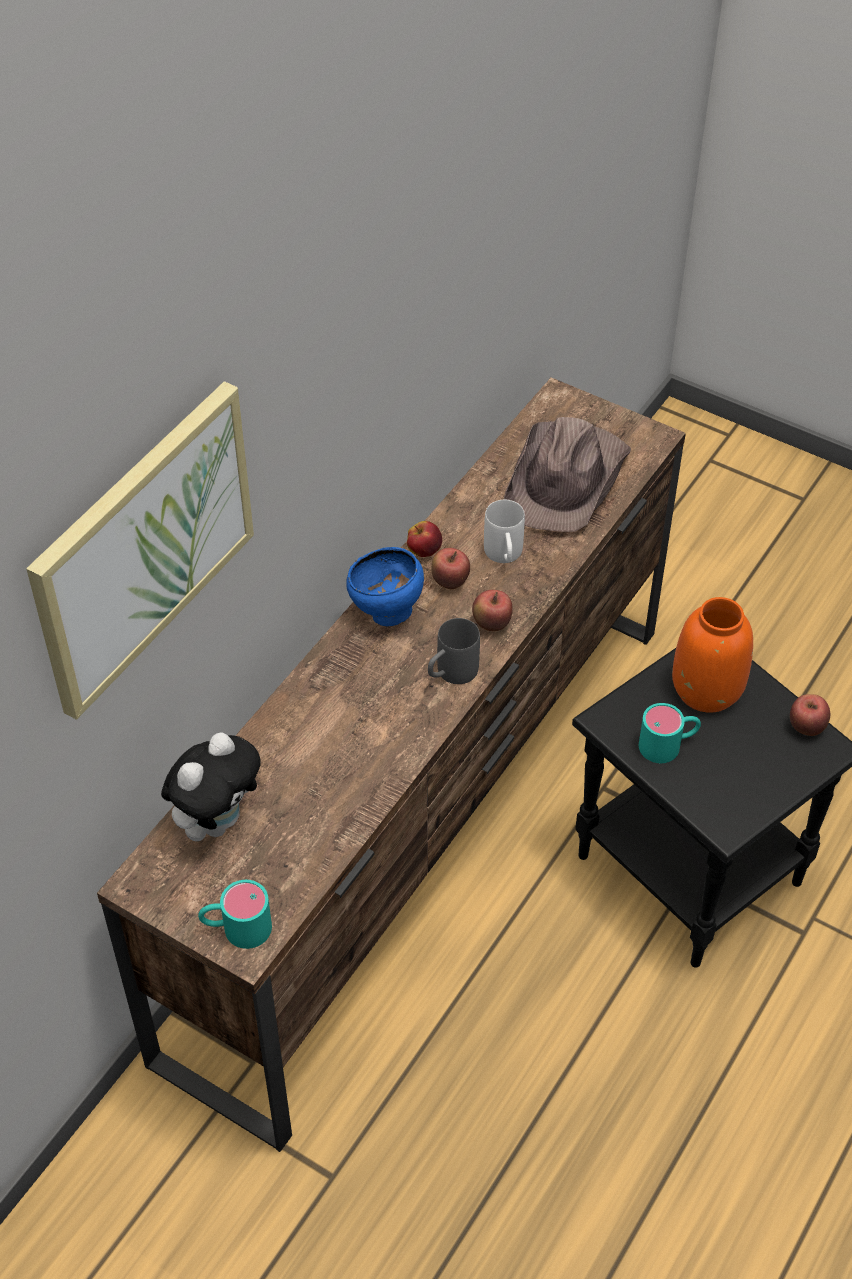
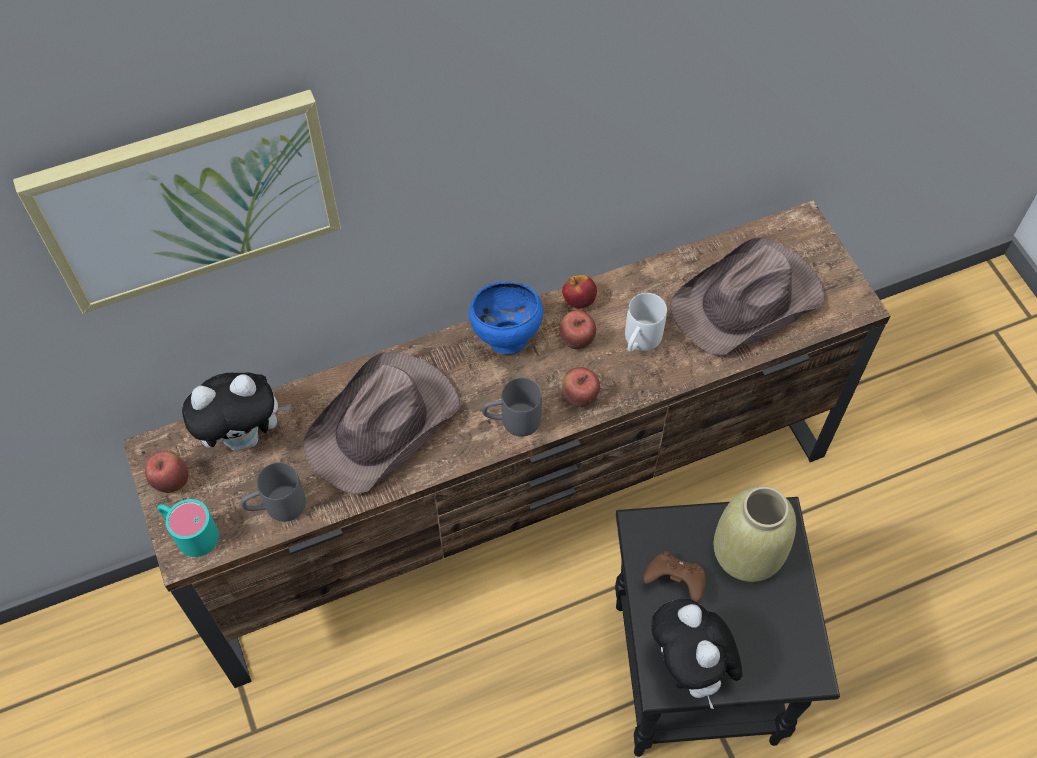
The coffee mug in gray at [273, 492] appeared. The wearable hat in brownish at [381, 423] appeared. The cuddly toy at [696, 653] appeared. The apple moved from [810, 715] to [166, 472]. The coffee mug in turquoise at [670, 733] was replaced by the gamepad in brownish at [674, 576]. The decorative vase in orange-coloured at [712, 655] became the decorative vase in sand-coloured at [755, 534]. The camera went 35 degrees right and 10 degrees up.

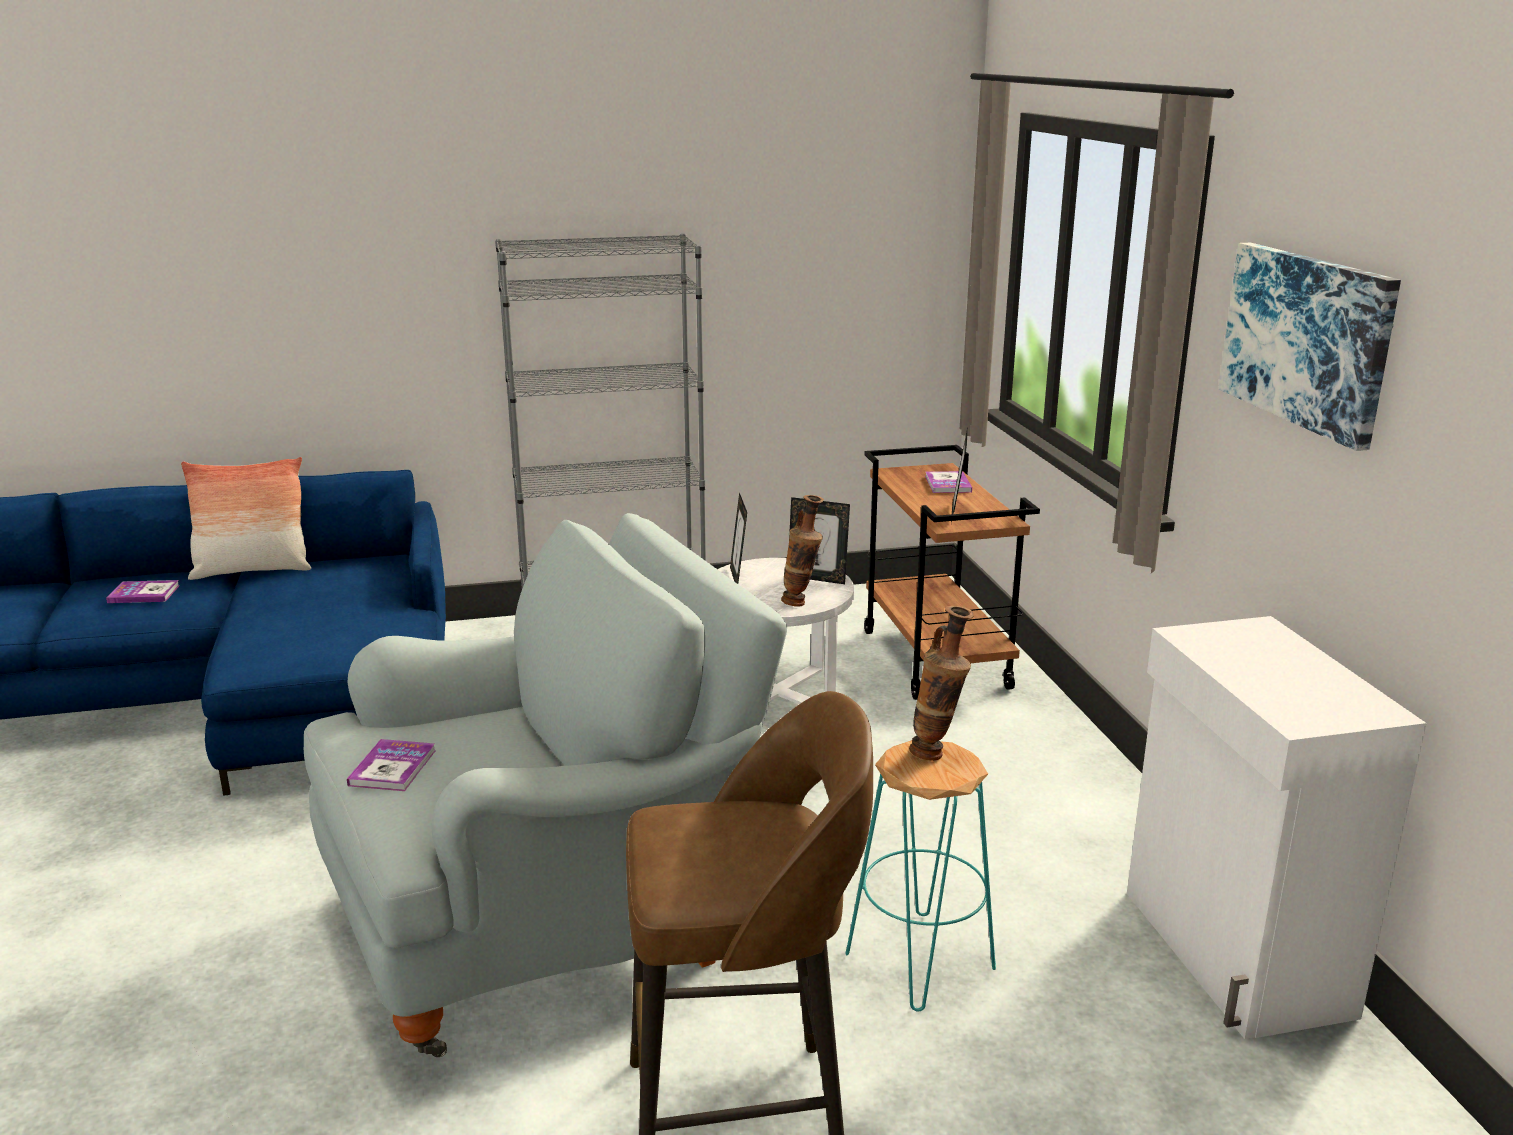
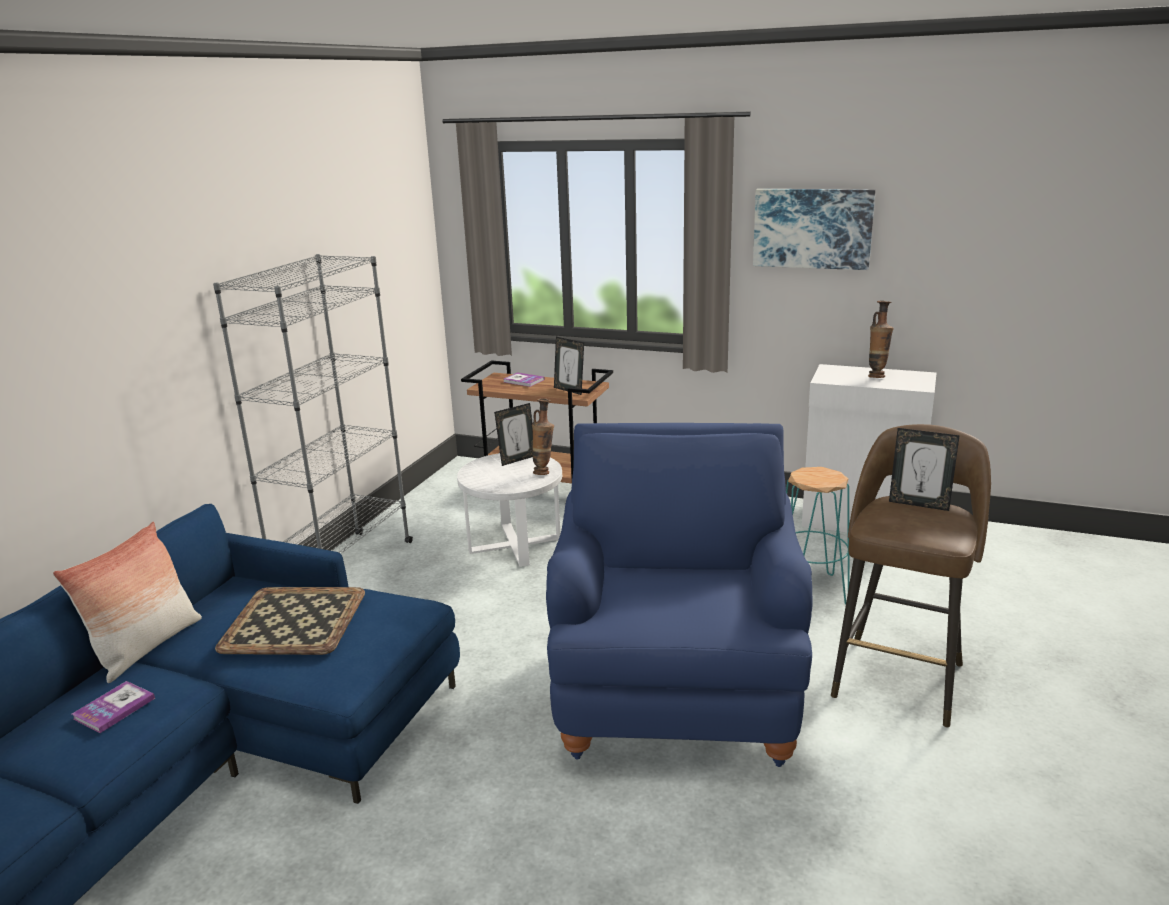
The volume at [391, 765] disappeared. The serving tray at [290, 621] appeared. The standing frame moved from [738, 538] to [924, 469]. The decorative vase moved from [941, 683] to [881, 339]. The lounge chair in gray at [545, 785] became the lounge chair in blue at [679, 595]. The camera went 55 degrees left and 0 degrees up.

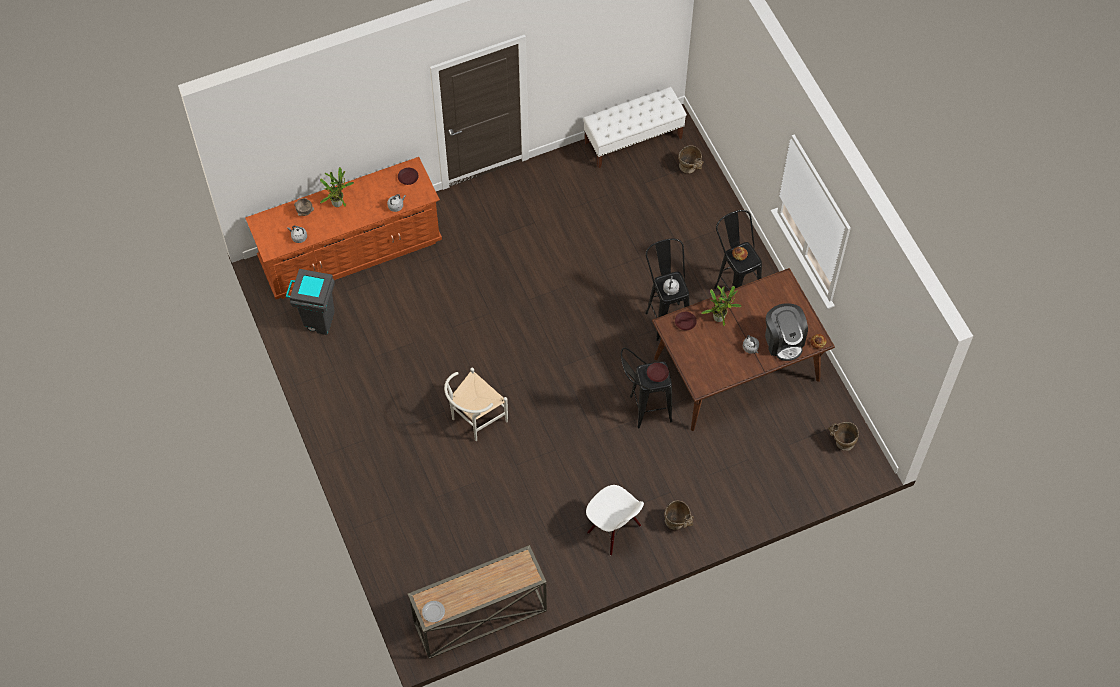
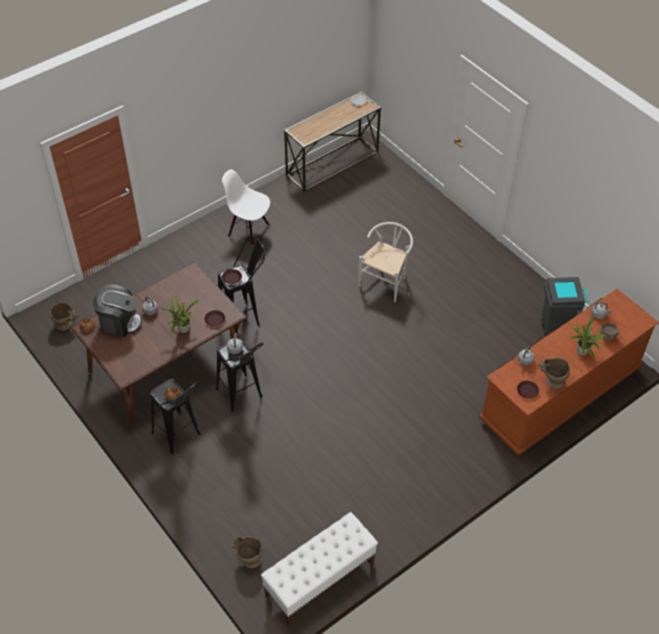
The decorative vase in sand-coloured moved from [678, 515] to [554, 373]. The coffee machine at [786, 332] turned 135 degrees clockwise. The camera went 165 degrees right and 10 degrees down.

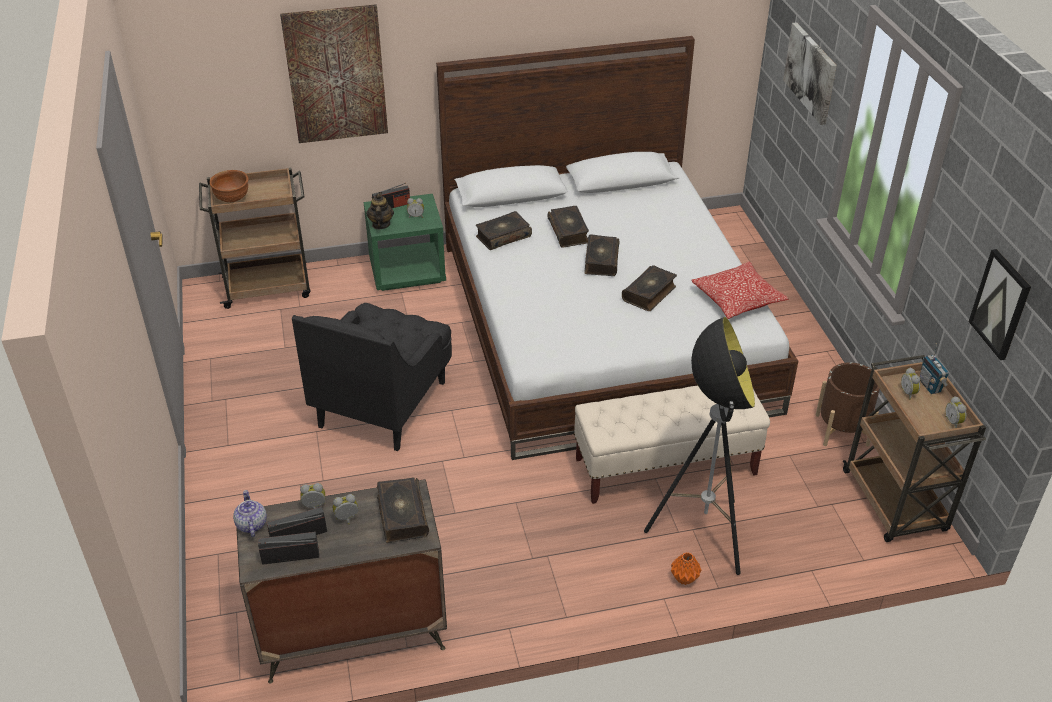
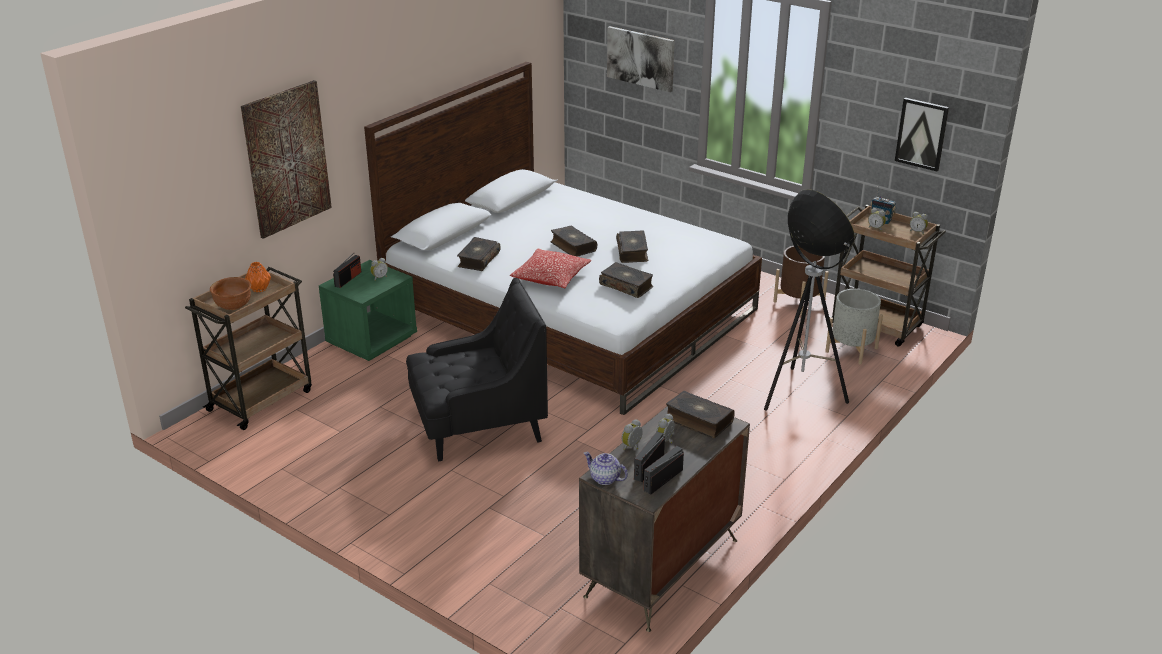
The tea pot at [380, 210] disappeared. The long seat in sand-coloured at [672, 445] disappeared. The flower pot in gray at [854, 327] appeared. The volume moved from [568, 226] to [626, 280]. The decorative vase in orange-coloured moved from [686, 568] to [258, 277]. The pillow moved from [740, 290] to [550, 268]. The lounge chair in black-coloured at [372, 377] turned 90 degrees counterclockwise. The camera went 40 degrees left and 10 degrees down.

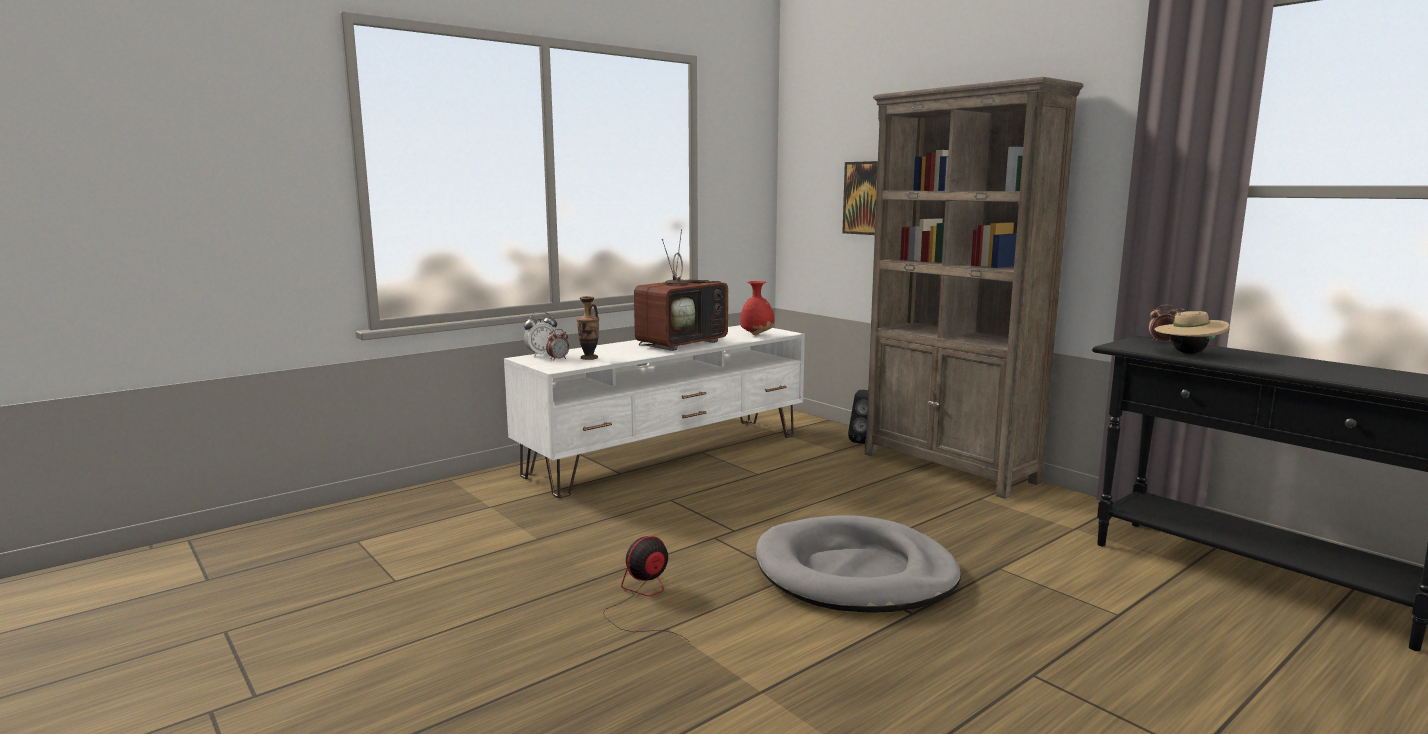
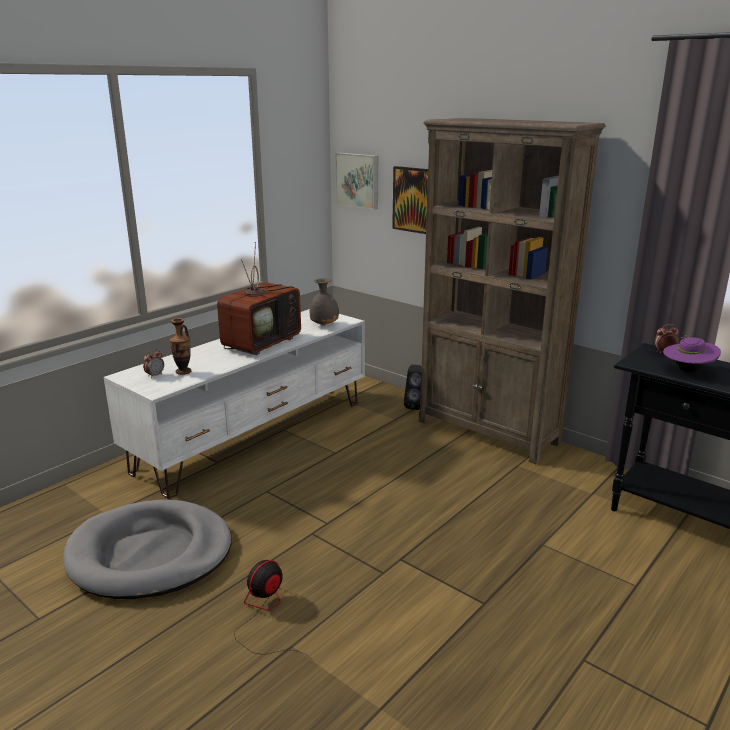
The table clock at [541, 334] disappeared. The picture at [356, 181] appeared. The dog bed in gray moved from [858, 564] to [147, 549]. The decorative vase in red at [757, 308] became the decorative vase in gray at [324, 302]. The wearable hat in sand-coloured at [1191, 331] became the wearable hat in purple at [692, 353]. The camera went 10 degrees left and 10 degrees up.

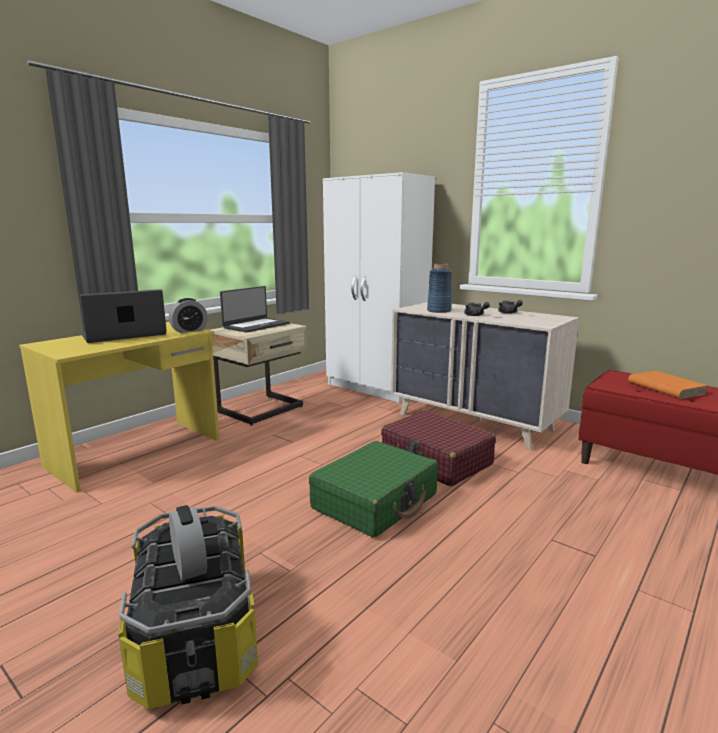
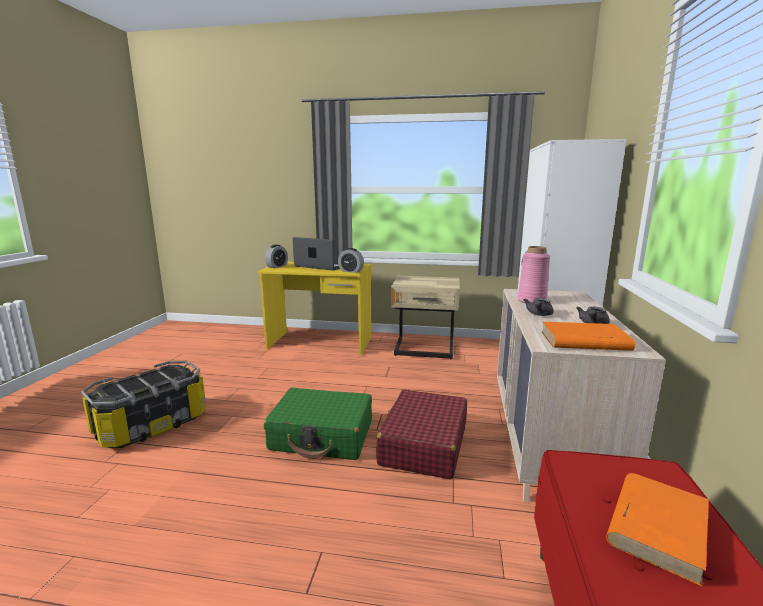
The notebook computer at [255, 309] disappeared. The volume in orange-coloured at [588, 336] appeared. The table clock moved from [188, 543] to [276, 256]. The decorative vase in blue at [439, 288] became the decorative vase in pinkish at [534, 274]. The camera went 60 degrees right and 0 degrees up.

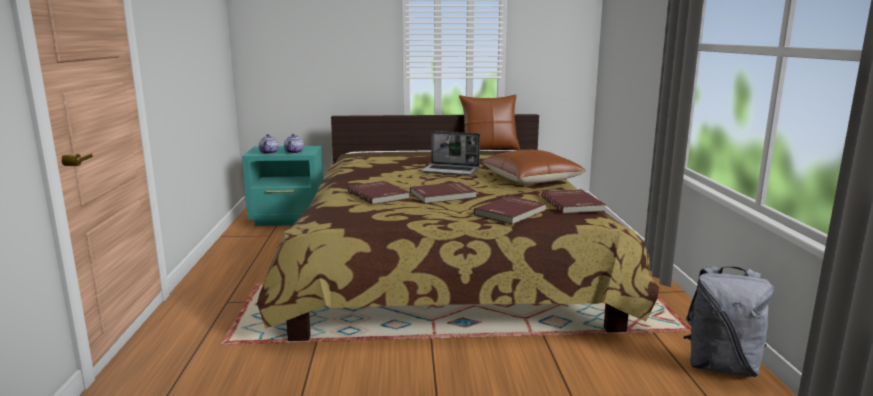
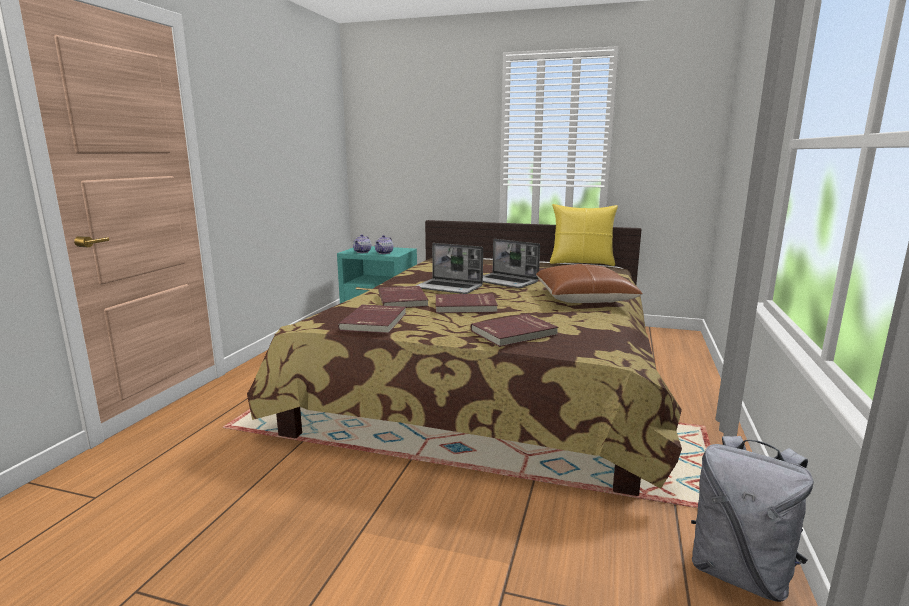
The notebook computer at [449, 268] appeared. The volume in red moved from [573, 201] to [372, 319]. The pillow in brownish at [489, 122] became the pillow in yellowish at [584, 235]. The camera went 20 degrees right and 0 degrees up.

